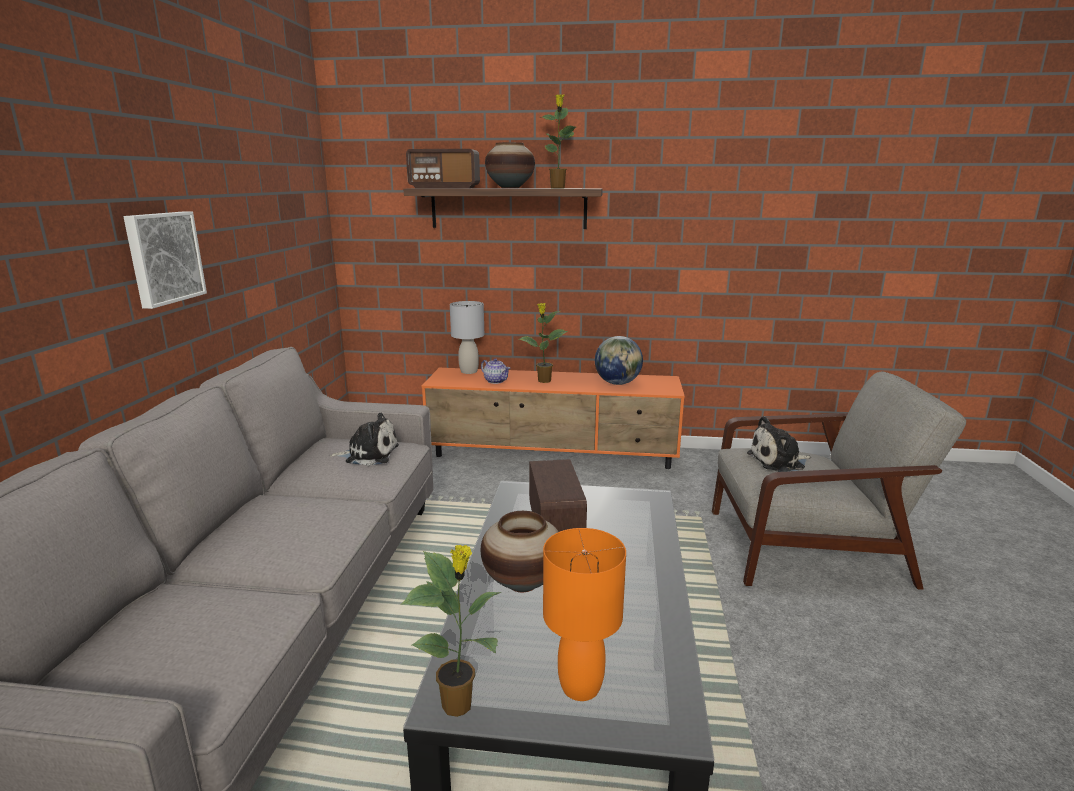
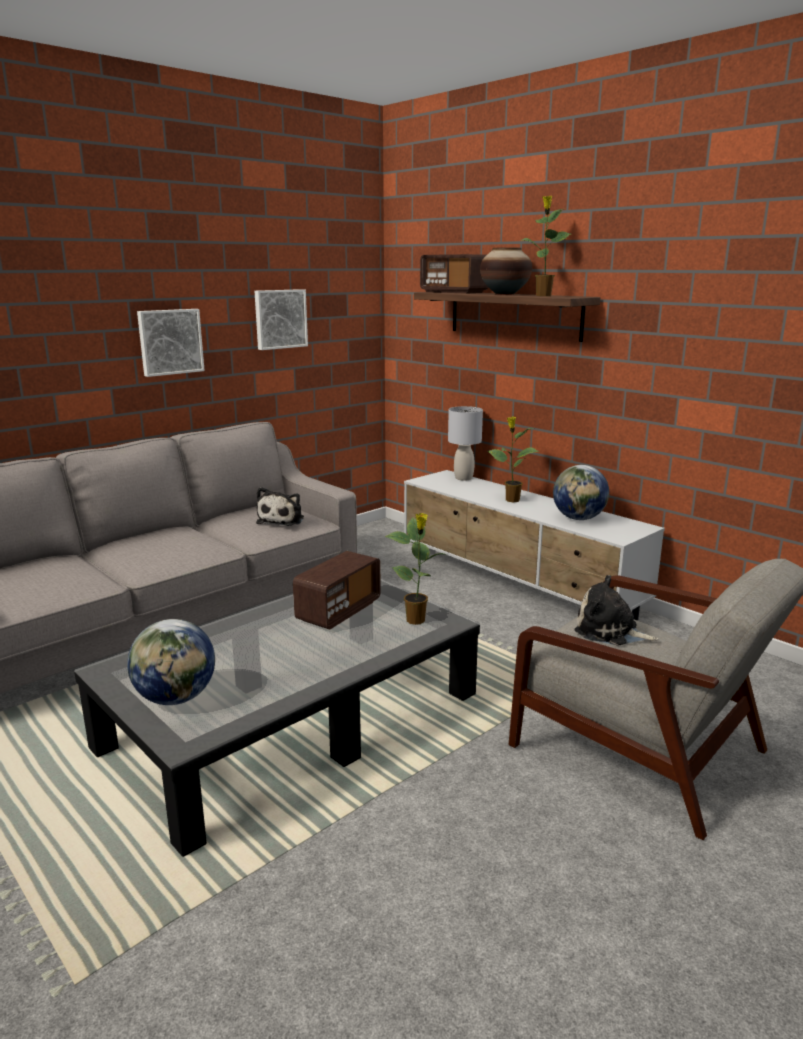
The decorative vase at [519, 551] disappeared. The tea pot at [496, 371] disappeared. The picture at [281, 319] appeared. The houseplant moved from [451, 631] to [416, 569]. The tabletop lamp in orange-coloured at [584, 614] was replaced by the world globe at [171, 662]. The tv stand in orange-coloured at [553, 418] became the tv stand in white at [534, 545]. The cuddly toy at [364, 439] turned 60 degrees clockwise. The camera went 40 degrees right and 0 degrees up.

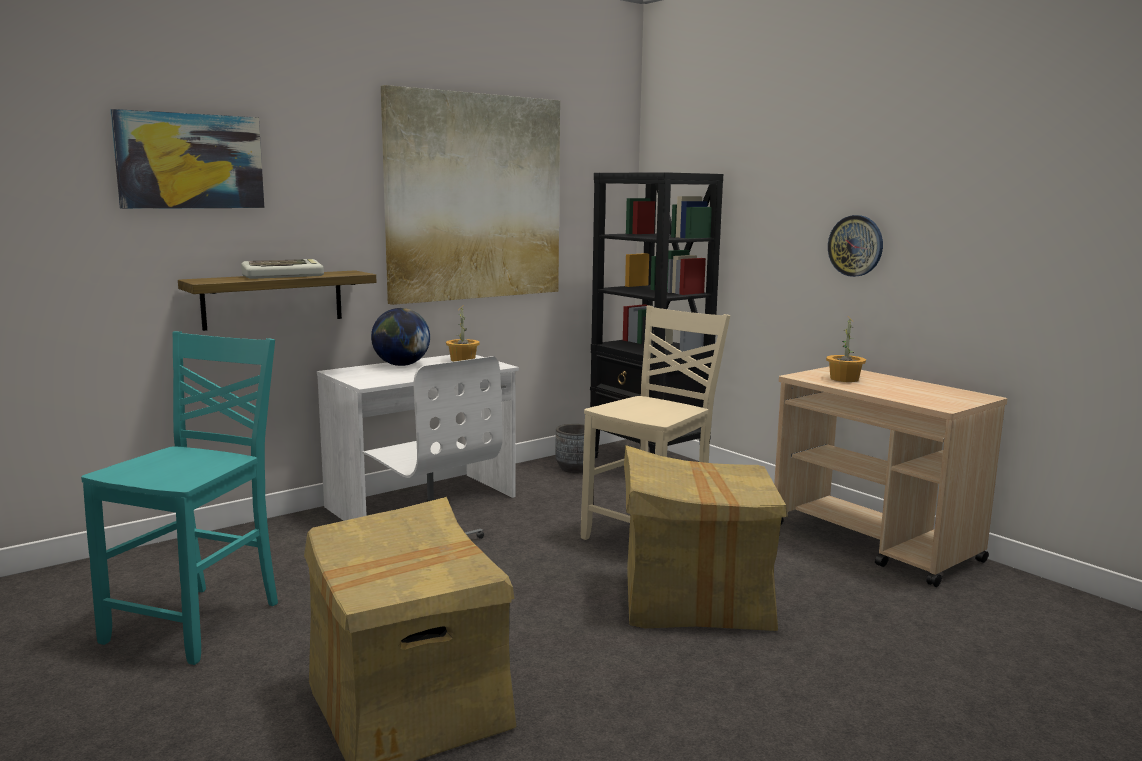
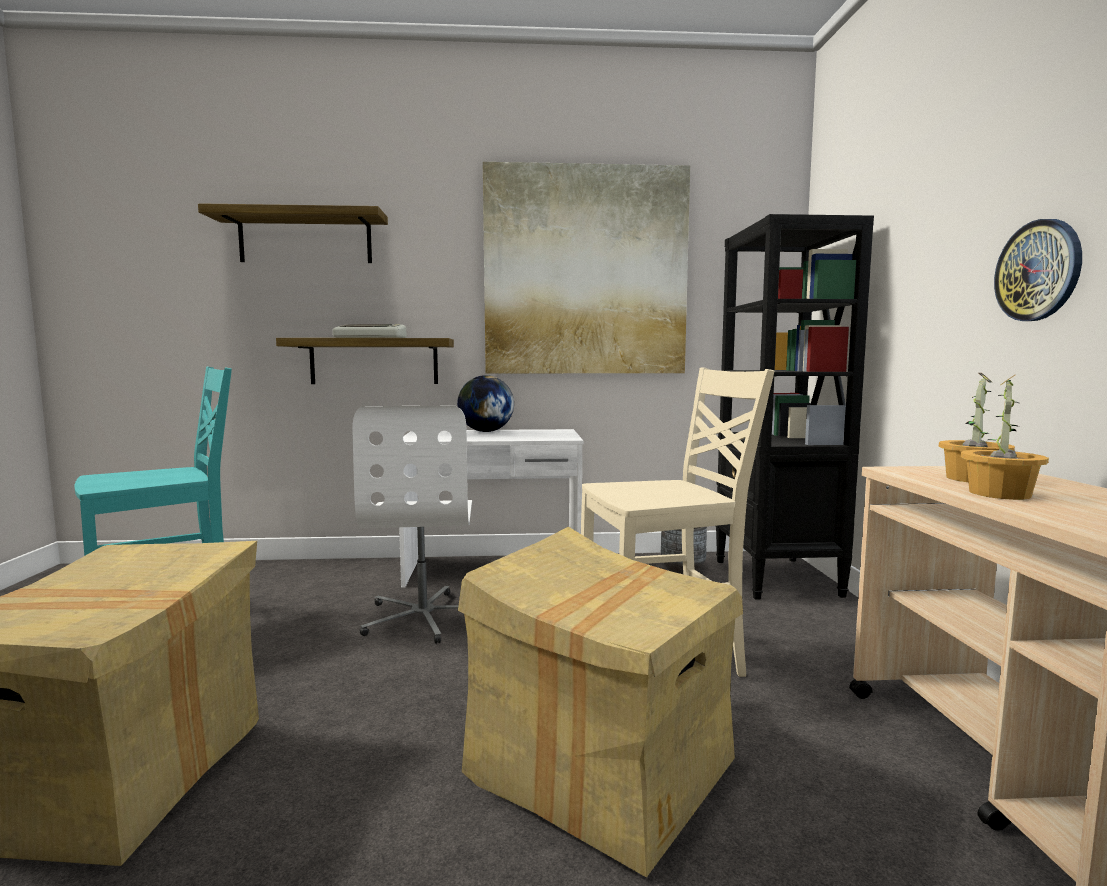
The houseplant moved from [463, 335] to [1004, 437]. The picture at [187, 159] was replaced by the bracket shelf at [293, 233]. The camera went 35 degrees right and 5 degrees down.

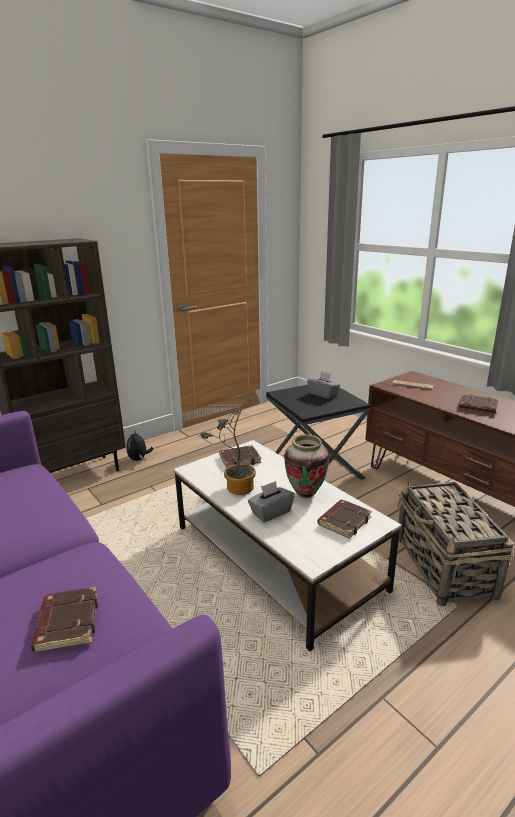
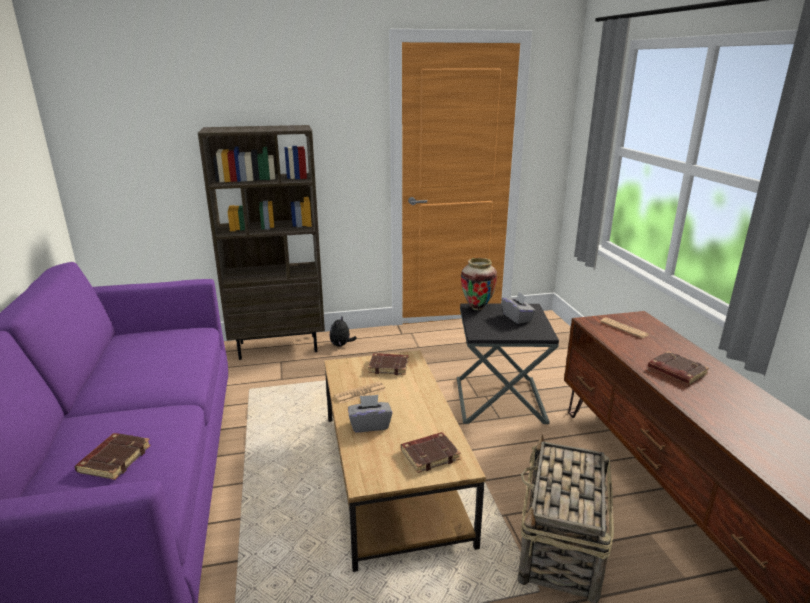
The decorative vase moved from [306, 467] to [479, 284]. The houseplant at [228, 446] was replaced by the daily paper at [360, 393]. The low table in white at [287, 545] became the low table in brownish at [405, 461]. The camera went 25 degrees right and 0 degrees up.

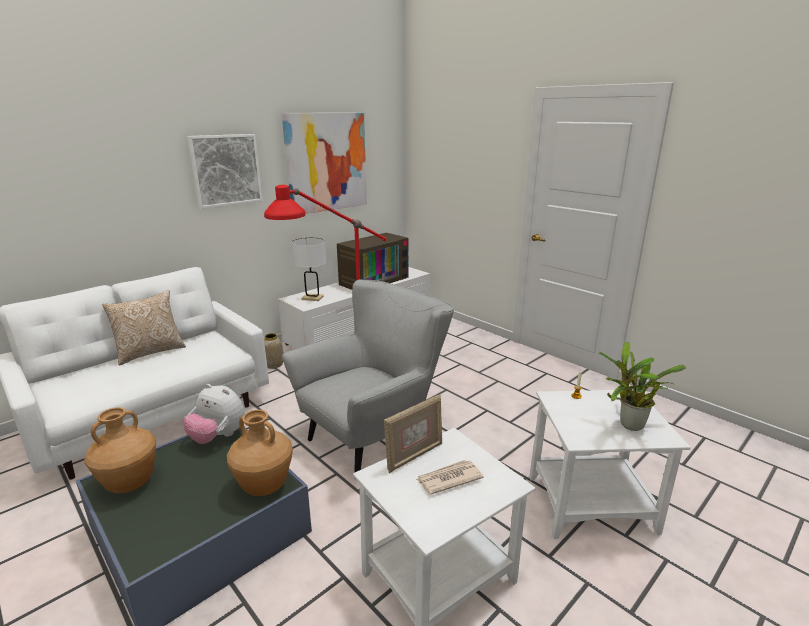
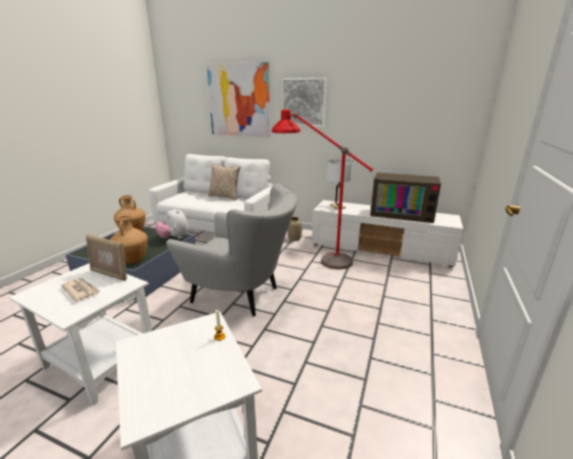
The houseplant at [642, 386] disappeared. The picture moved from [324, 163] to [238, 99]. The cuddly toy at [214, 414] turned 45 degrees counterclockwise. The camera went 65 degrees right and 0 degrees up.

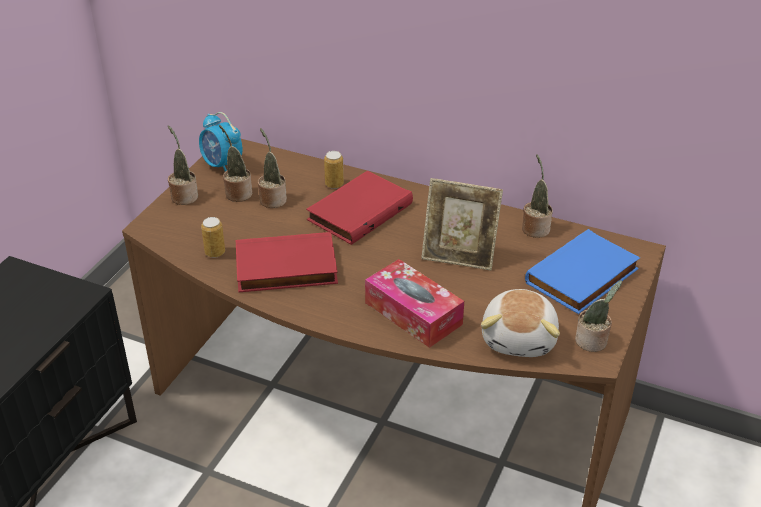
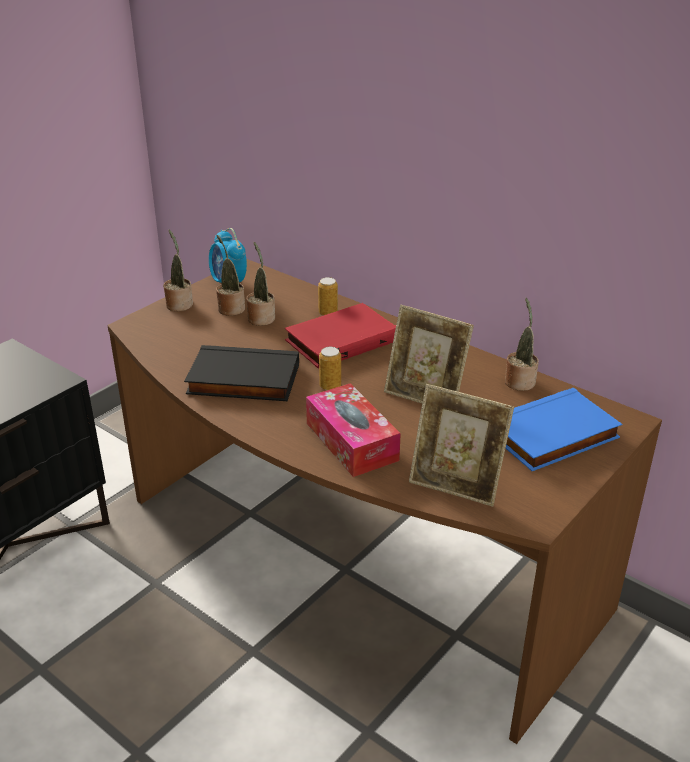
The houseplant at [598, 316] disappeared. The metal can moved from [213, 237] to [330, 368]. The cuddly toy at [520, 323] was replaced by the standing frame at [461, 445]. The volume in red at [287, 262] became the volume in black-coloured at [241, 373]. The camera went 15 degrees right and 5 degrees down.

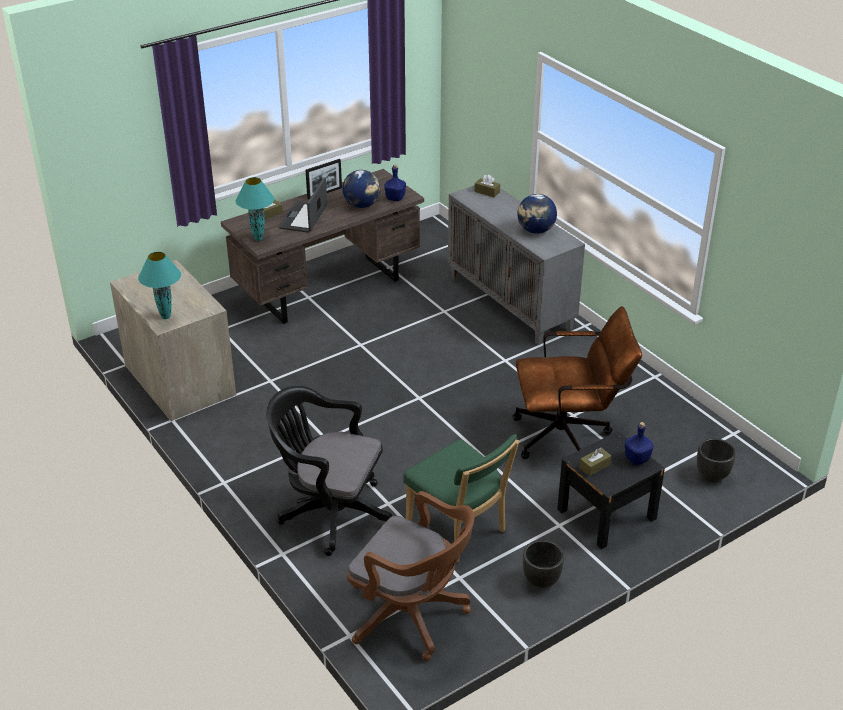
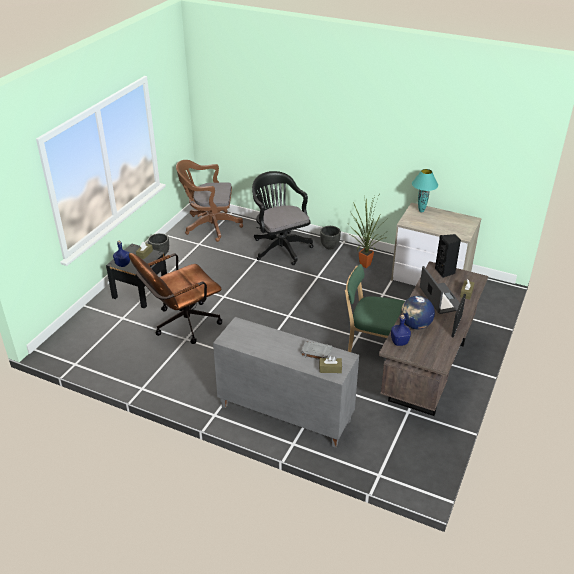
The world globe at [537, 214] disappeared. The volume in gray at [316, 350] appeared. The houseplant at [366, 231] appeared. The plain chair in greenish moved from [461, 498] to [375, 308]. The flower pot in black-coloured moved from [716, 460] to [330, 238]. The tabletop lamp in turquoise at [255, 209] was replaced by the audio speaker in black-coloured at [448, 256]. The office chair in black-coloured at [329, 471] turned 105 degrees counterclockwise. The camera went 150 degrees right and 0 degrees up.

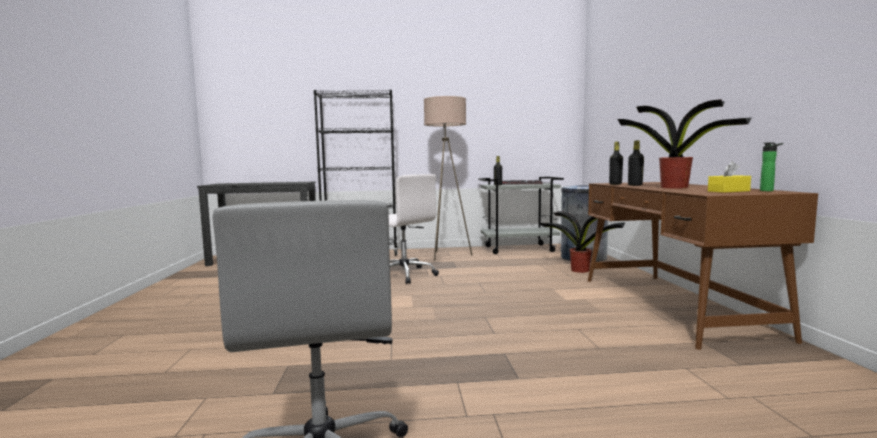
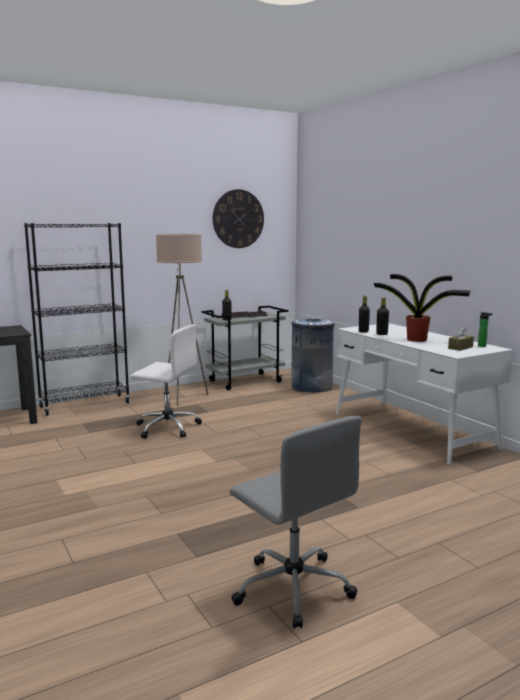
The houseplant at [582, 242] disappeared. The hanging clock at [238, 218] appeared. The desk unit in brownish at [703, 266] became the desk unit in white at [424, 394]. The tissue holder in yellowish at [729, 177] became the tissue holder in brownish at [461, 339]. The camera went 25 degrees left and 5 degrees up.

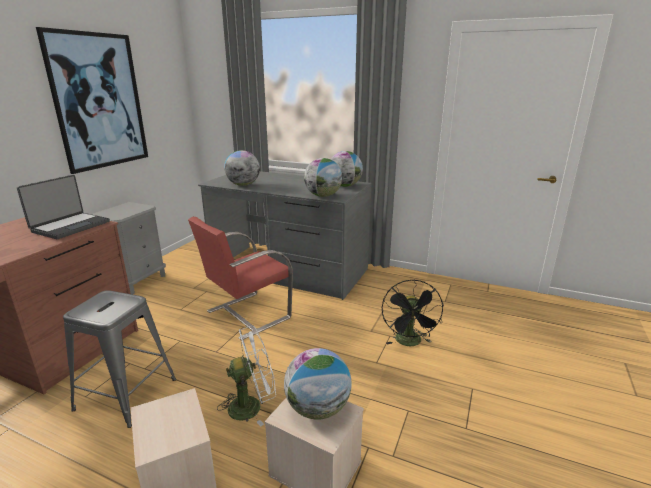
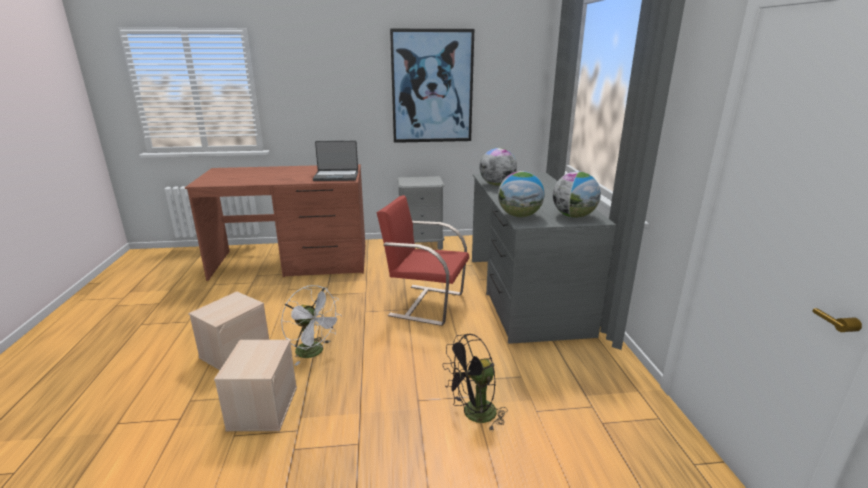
The stool seat in gray at [119, 359] disappeared. The world globe at [317, 384] disappeared. The camera went 60 degrees right and 0 degrees up.

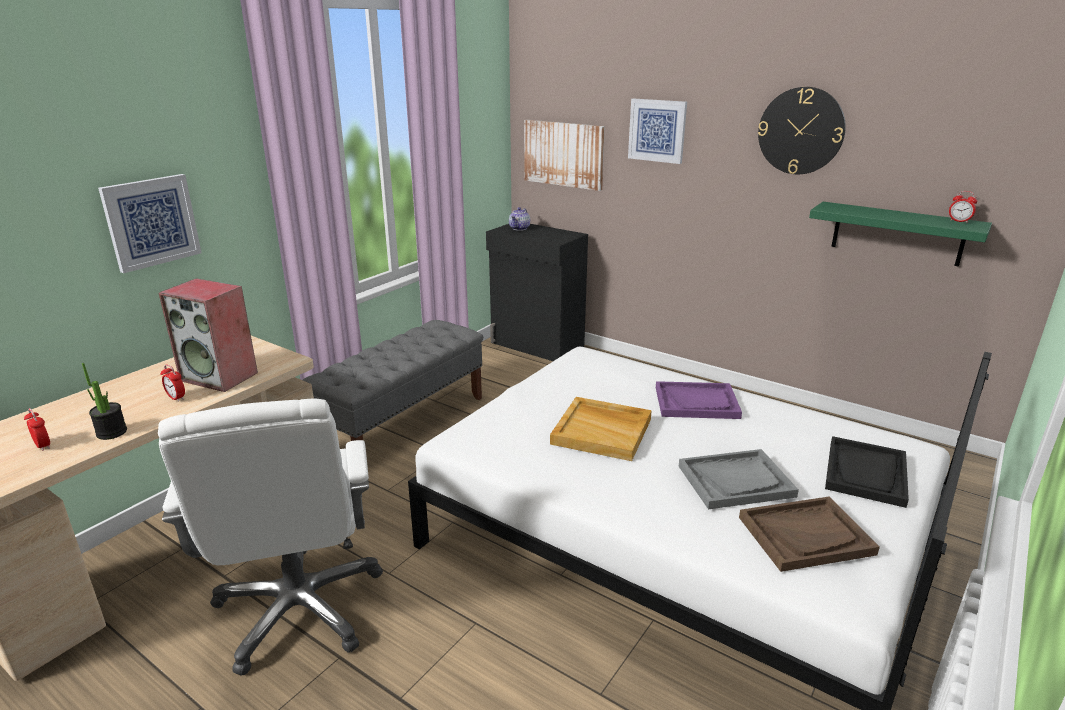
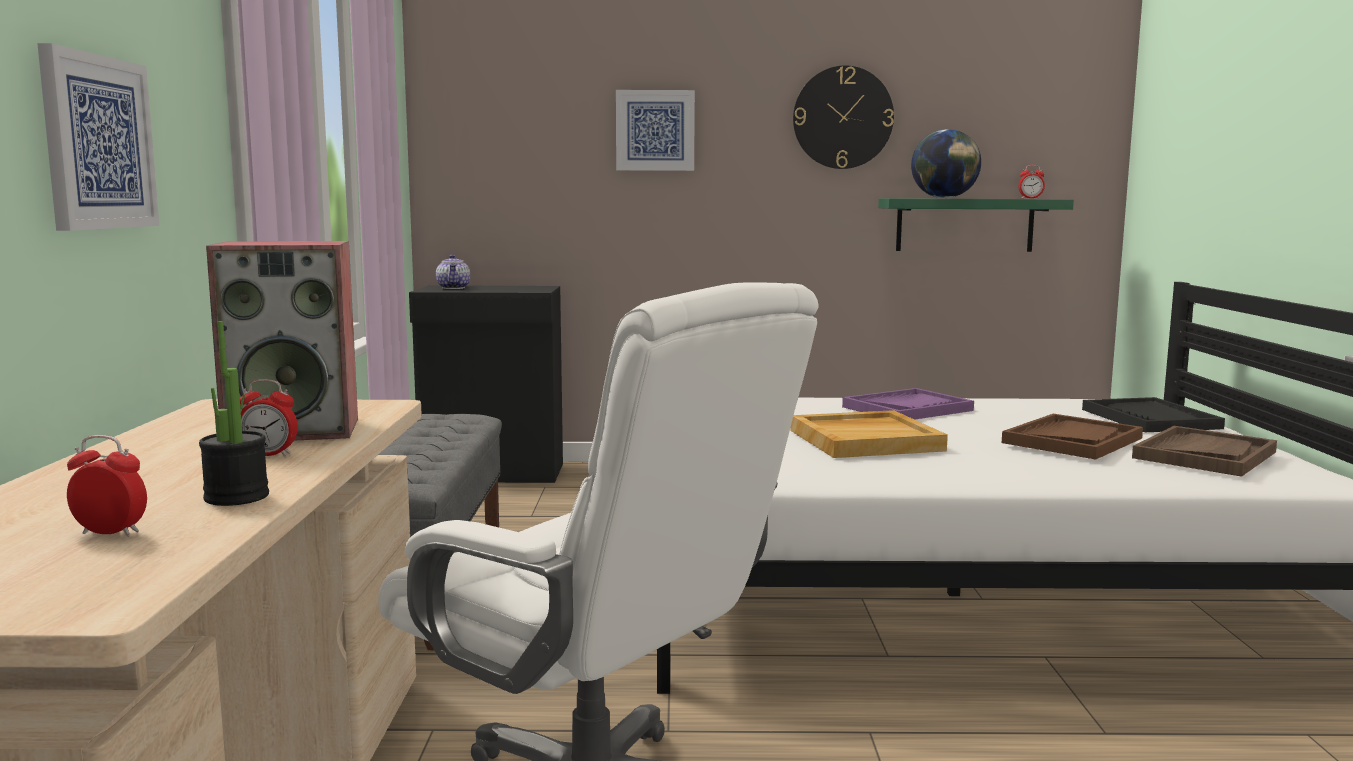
The picture at [564, 155] disappeared. The world globe at [946, 163] appeared. The serving tray in gray at [739, 479] became the serving tray in brownish at [1072, 437]. The camera went 35 degrees left and 15 degrees down.

